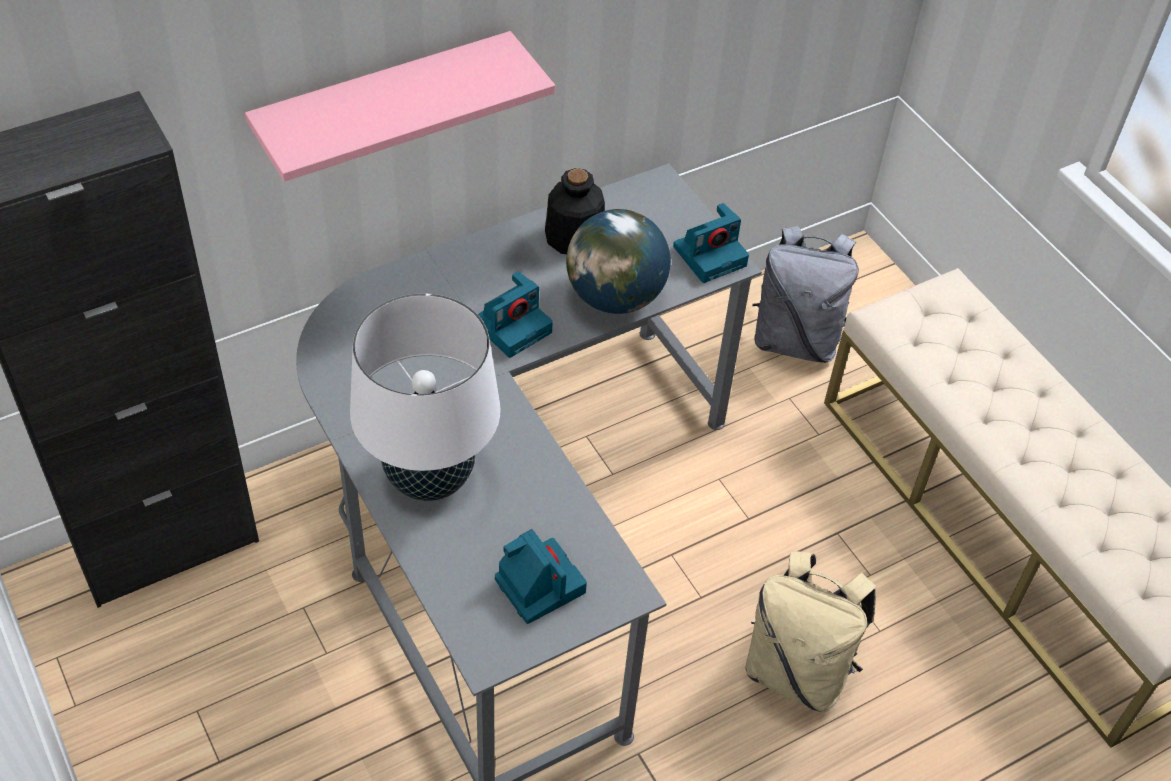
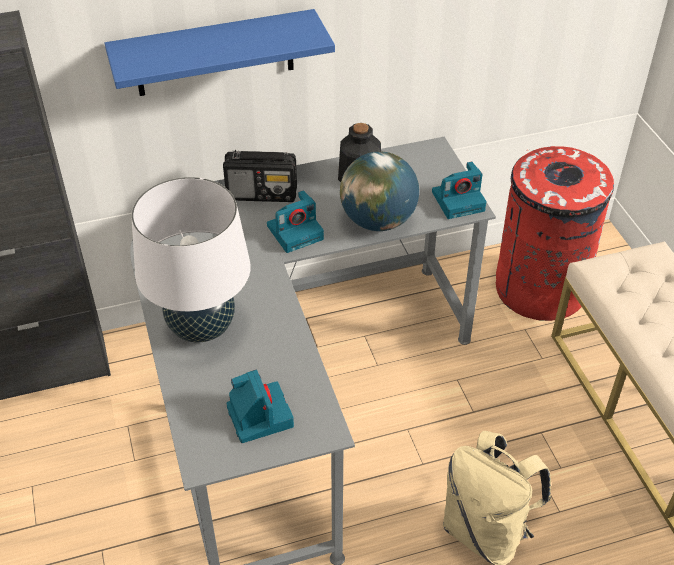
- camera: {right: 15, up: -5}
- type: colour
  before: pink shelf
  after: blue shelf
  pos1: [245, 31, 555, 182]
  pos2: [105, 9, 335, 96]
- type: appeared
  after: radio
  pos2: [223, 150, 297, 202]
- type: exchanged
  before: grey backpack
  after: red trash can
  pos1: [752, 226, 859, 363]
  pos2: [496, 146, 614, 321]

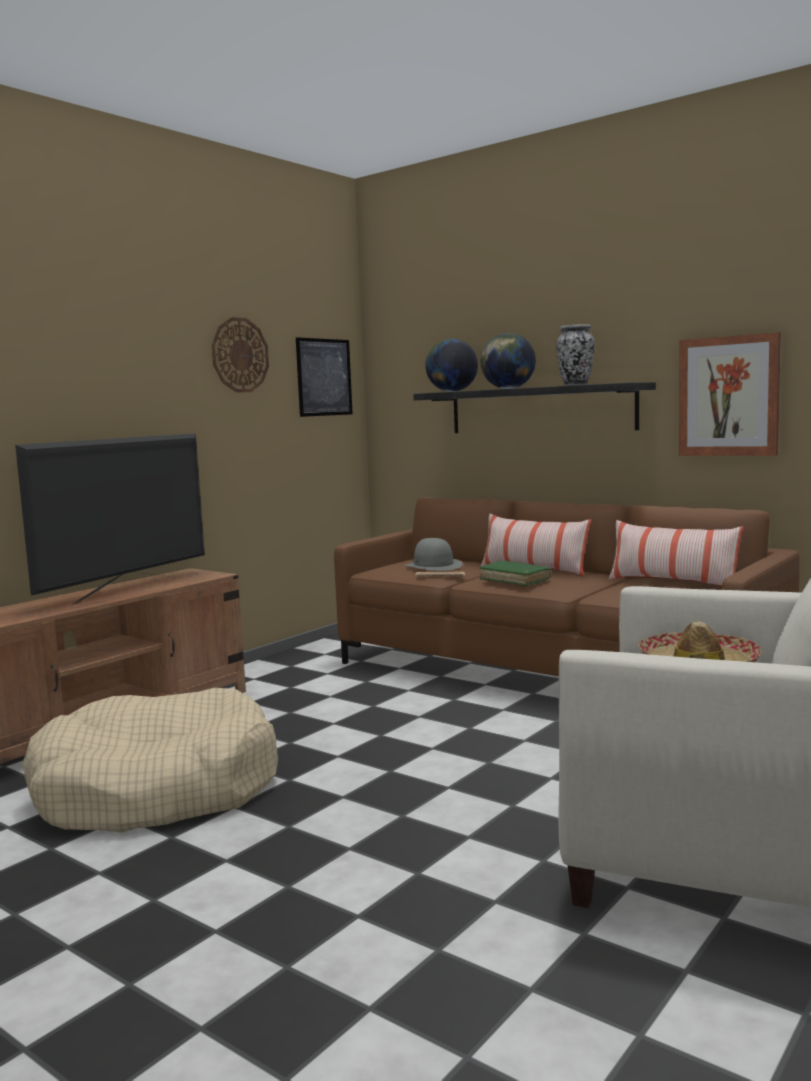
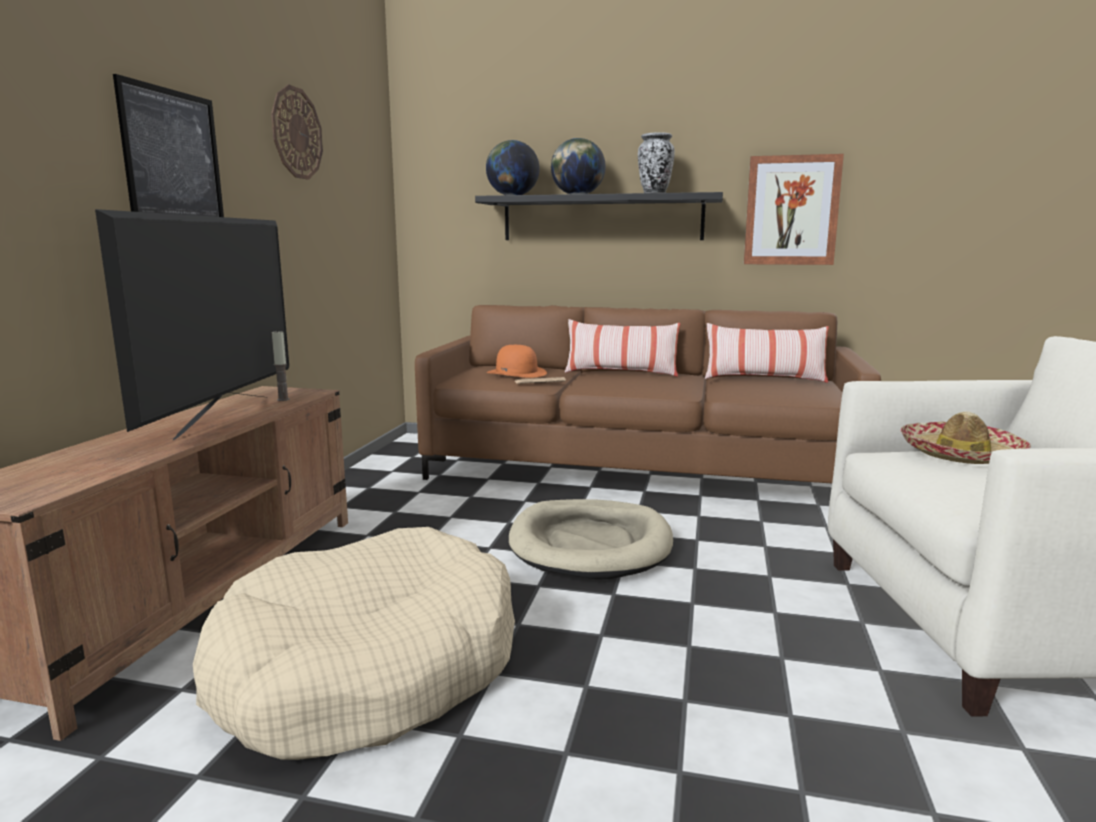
- camera: {right: -25, up: 5}
- type: relocated
  before: picture
  pos1: [296, 337, 353, 417]
  pos2: [113, 74, 224, 217]
- type: appeared
  after: candle
  pos2: [272, 331, 290, 401]
- type: colour
  before: grey hat
  after: orange hat
  pos1: [406, 538, 463, 571]
  pos2: [487, 345, 547, 378]
- type: appeared
  after: beige dog bed
  pos2: [509, 499, 673, 580]
- type: missing
  before: green book
  pos1: [480, 560, 552, 586]

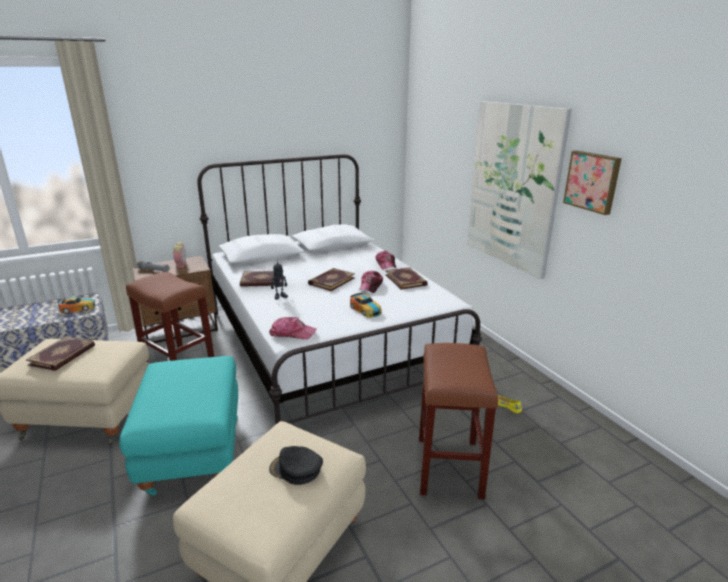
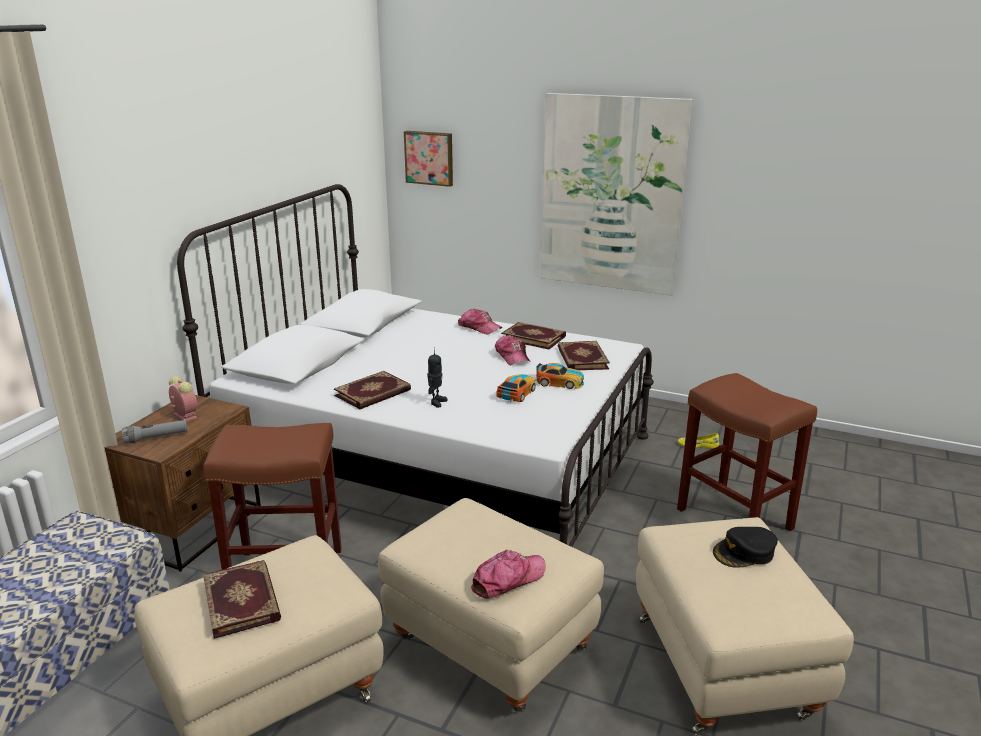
- camera: {right: -40, up: 0}
- type: colour
  before: turquoise ottoman
  after: beige ottoman
  pos1: [119, 356, 238, 496]
  pos2: [378, 498, 604, 711]
- type: relocated
  before: picture
  pos1: [563, 150, 622, 215]
  pos2: [404, 131, 453, 187]
- type: relocated
  before: cap
  pos1: [269, 317, 316, 339]
  pos2: [471, 550, 546, 598]
- type: relocated
  before: toy car
  pos1: [57, 296, 96, 314]
  pos2: [496, 374, 536, 402]
- type: relocated
  before: book
  pos1: [308, 268, 355, 291]
  pos2: [558, 341, 610, 370]

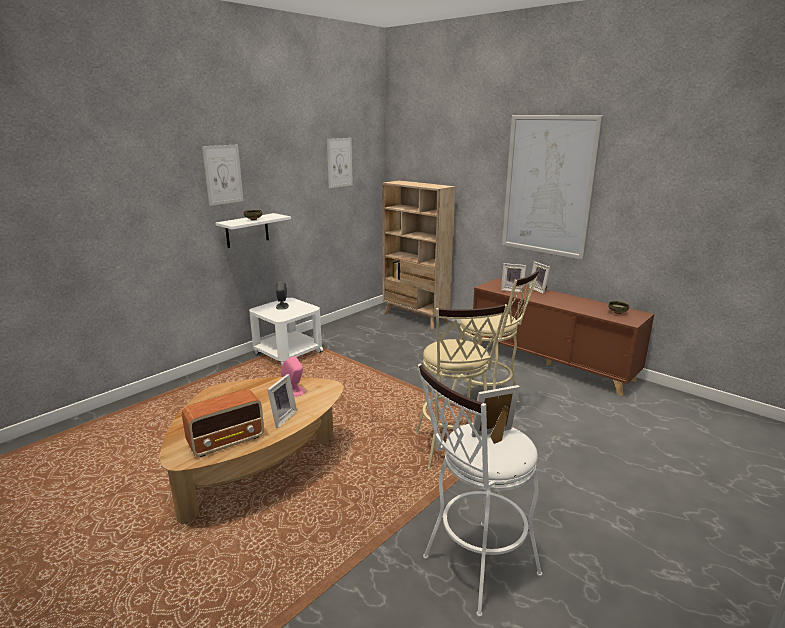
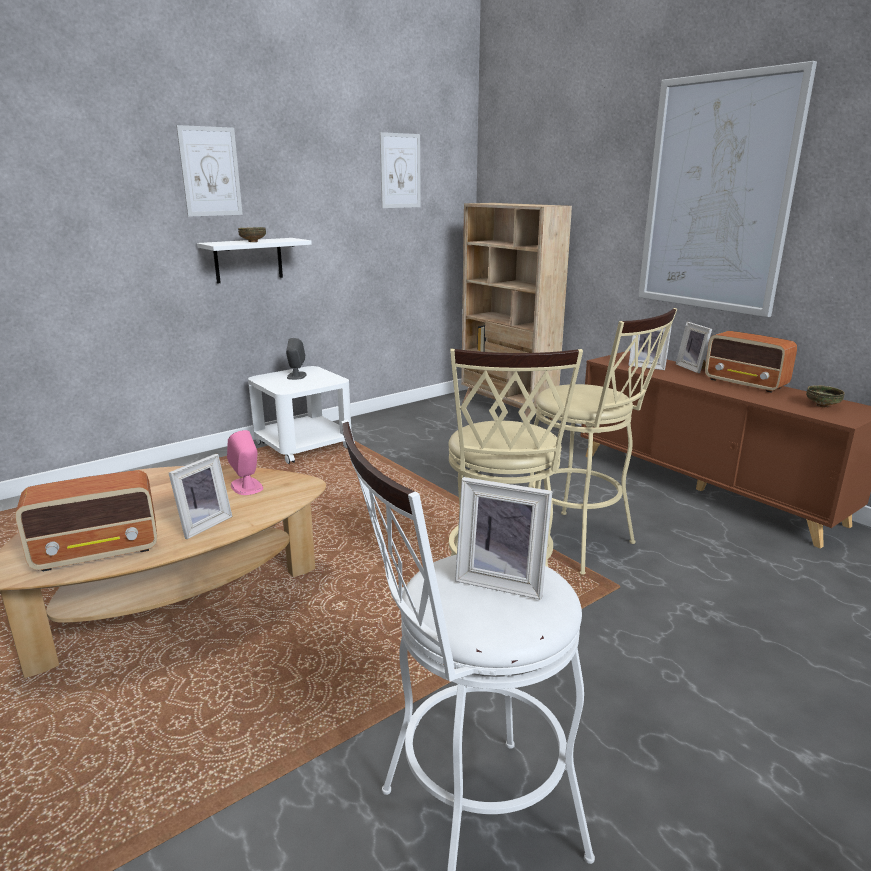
- camera: {right: 10, up: 0}
- type: spun
  before: picture frame
  pos1: [472, 385, 520, 444]
  pos2: [455, 477, 552, 600]
  turn: -150
- type: appeared
  after: radio
  pos2: [705, 331, 797, 393]

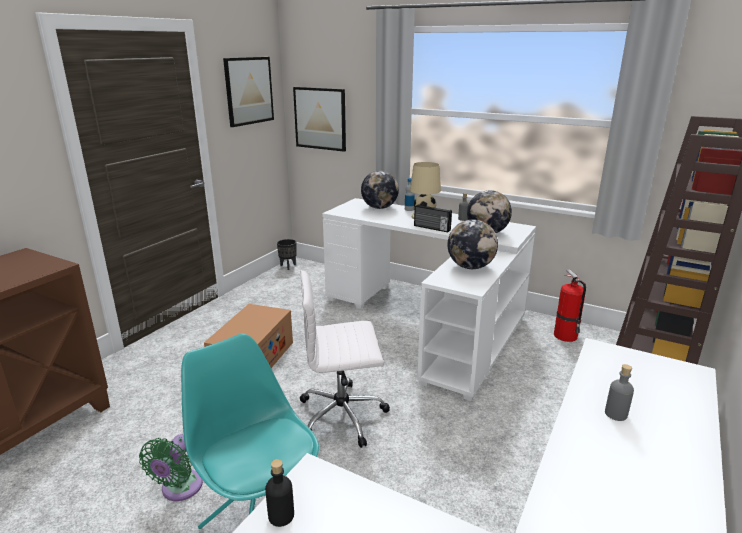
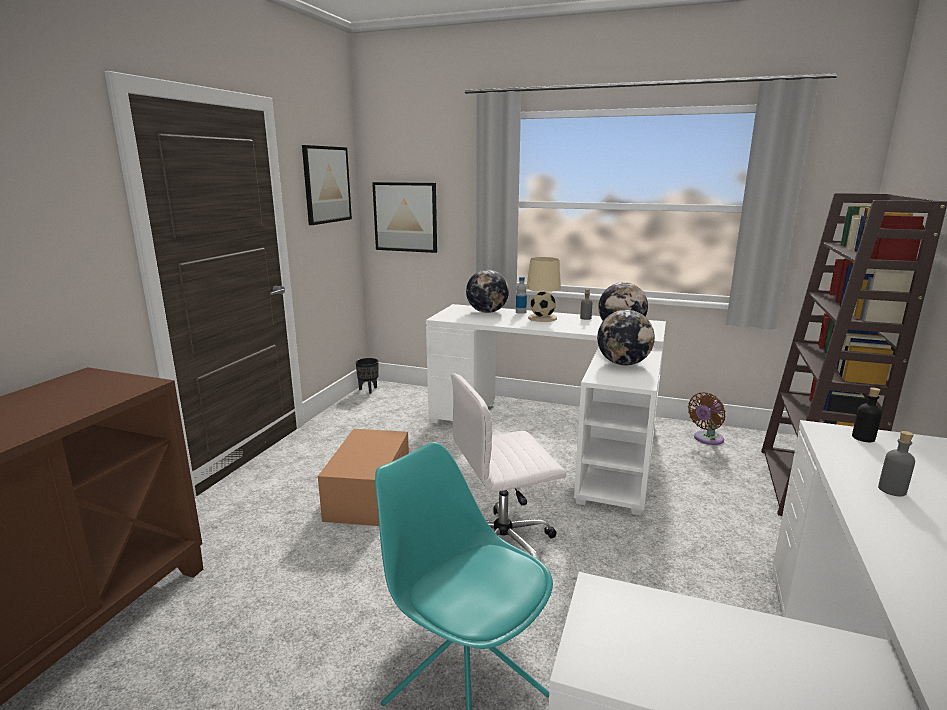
- camera: {right: -10, up: -5}
- type: exchanged
  before: fire extinguisher
  after: brown fan
  pos1: [554, 269, 586, 342]
  pos2: [688, 392, 726, 445]
- type: relocated
  before: black bottle
  pos1: [265, 459, 294, 527]
  pos2: [852, 387, 882, 442]
- type: missing
  before: green fan
  pos1: [139, 434, 203, 501]
- type: missing
  before: radio
  pos1: [414, 204, 452, 232]

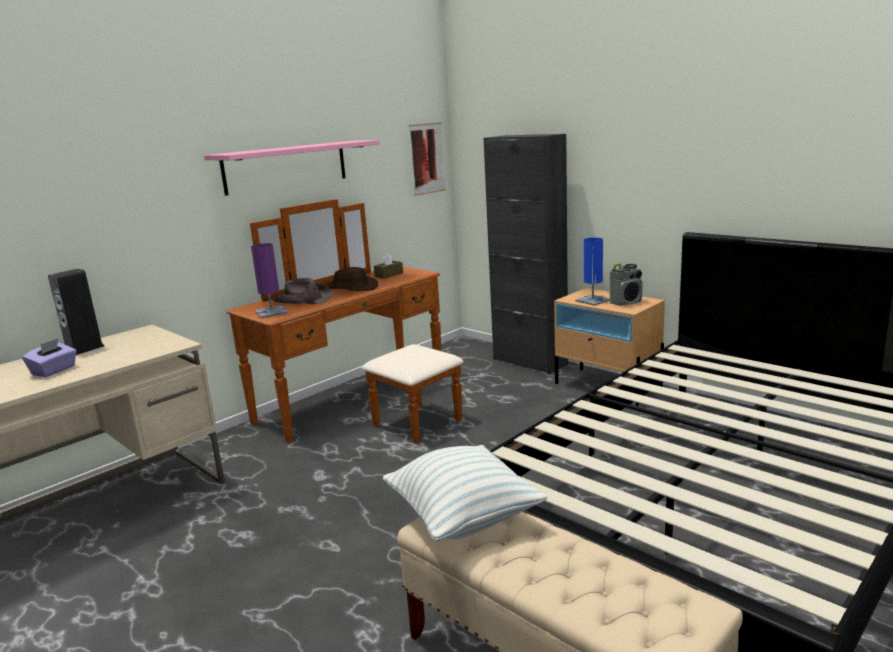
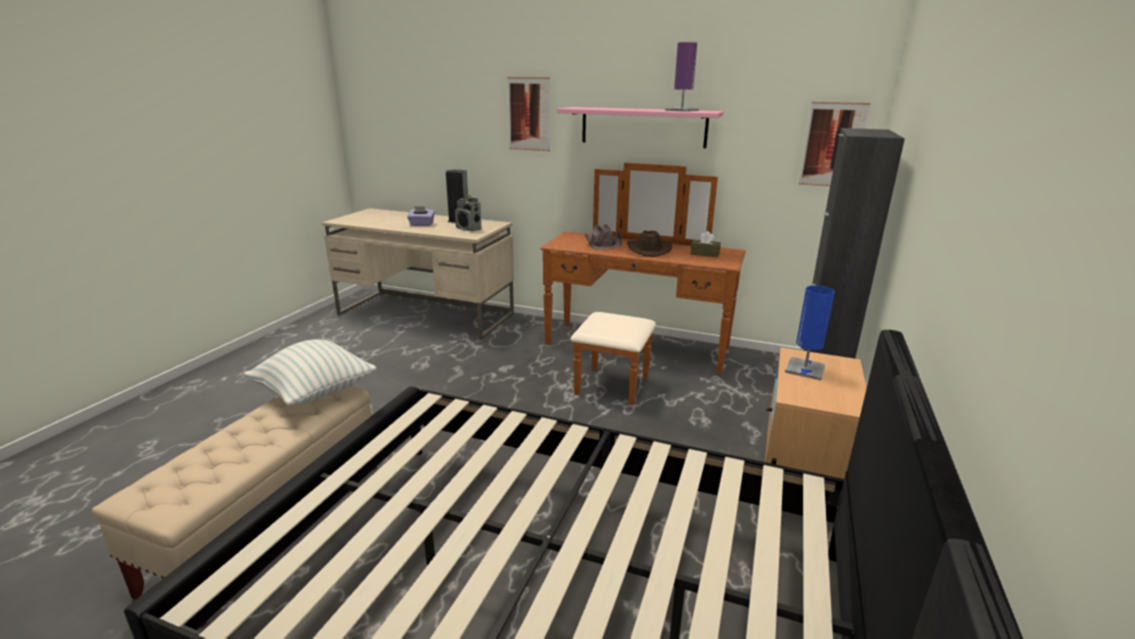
- camera: {right: 65, up: 5}
- type: relocated
  before: radio
  pos1: [610, 263, 643, 306]
  pos2: [455, 195, 482, 231]
- type: appeared
  after: picture
  pos2: [507, 77, 550, 151]
- type: relocated
  before: purple table lamp
  pos1: [251, 243, 288, 318]
  pos2: [665, 42, 699, 112]

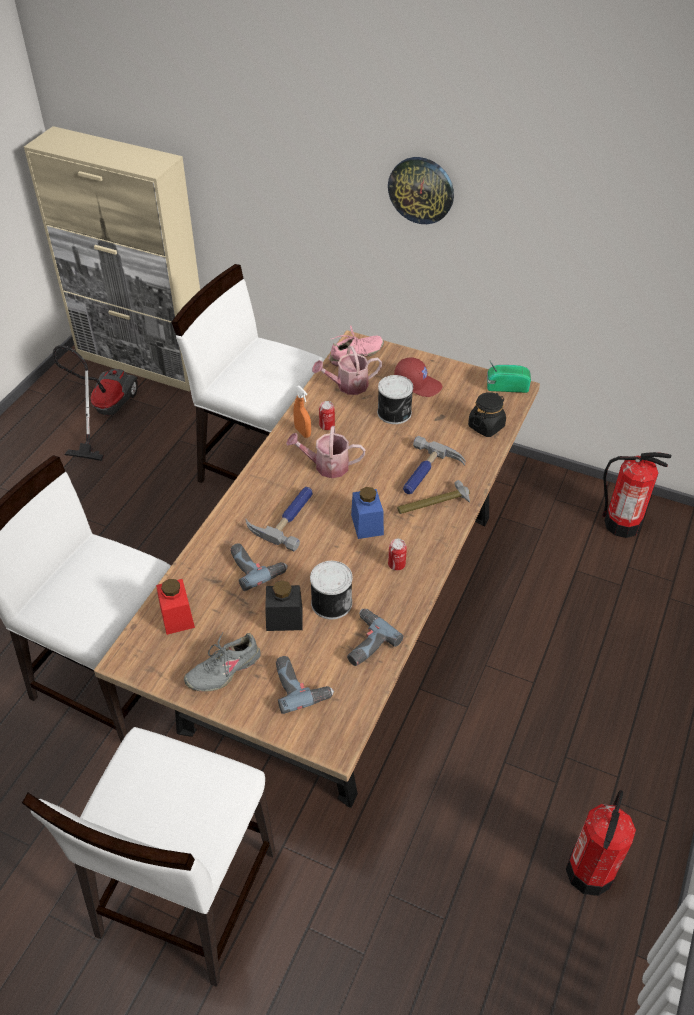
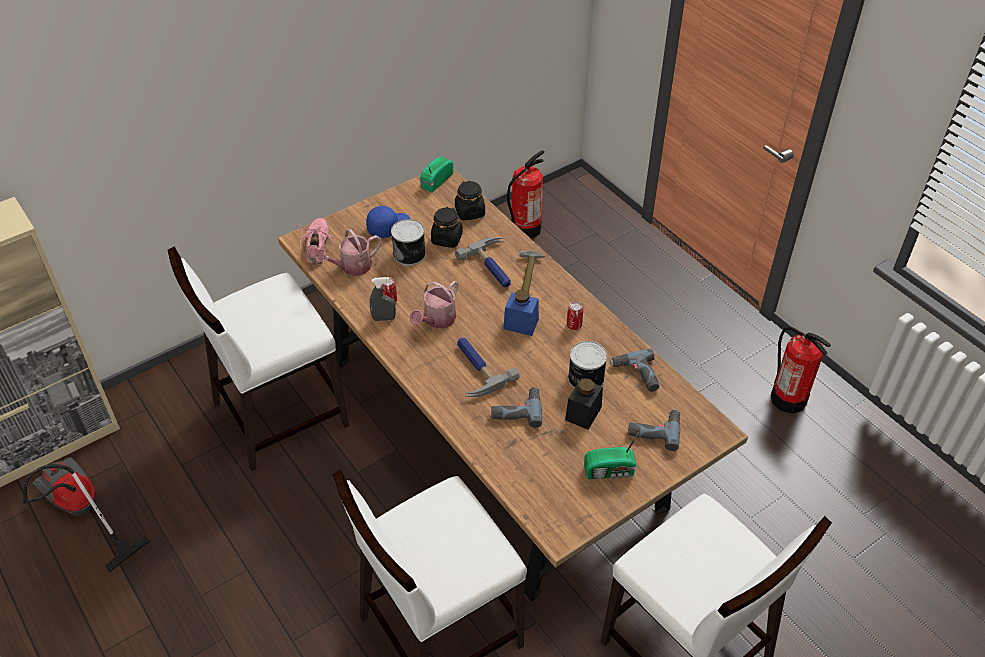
- camera: {right: -60, up: 0}
- type: spun
  before: watering can
  pos1: [312, 346, 382, 395]
  pos2: [315, 229, 381, 276]
  turn: 45
- type: colour
  before: red cap
  after: blue cap
  pos1: [394, 358, 442, 397]
  pos2: [366, 206, 410, 238]
- type: colour
  before: orange spray bottle
  after: grey spray bottle
  pos1: [294, 385, 311, 438]
  pos2: [370, 277, 396, 321]
- type: appeared
  after: black jar
  pos2: [431, 207, 463, 248]
- type: exchanged
  before: grey shoe
  after: radio
  pos1: [184, 633, 260, 692]
  pos2: [584, 431, 640, 479]
- type: missing
  before: red jar
  pos1: [156, 579, 195, 635]
- type: missing
  before: wall clock
  pos1: [388, 157, 454, 224]

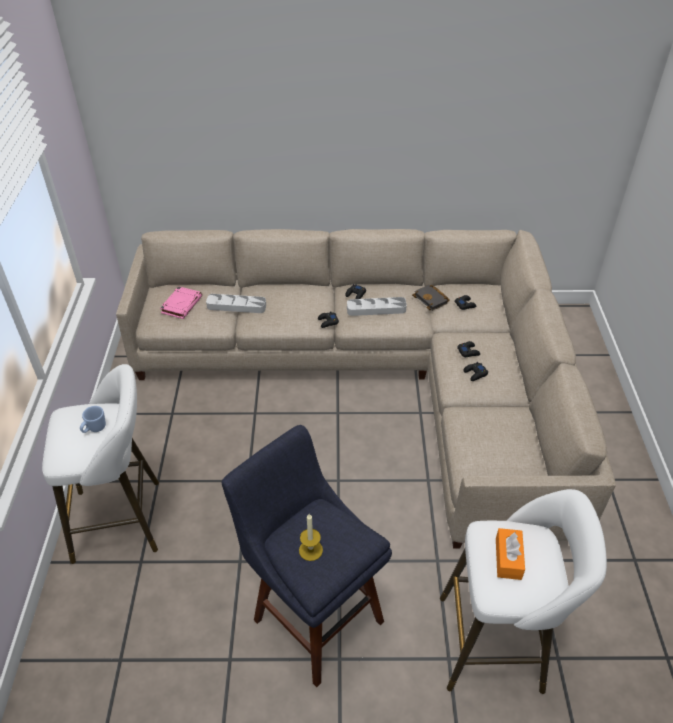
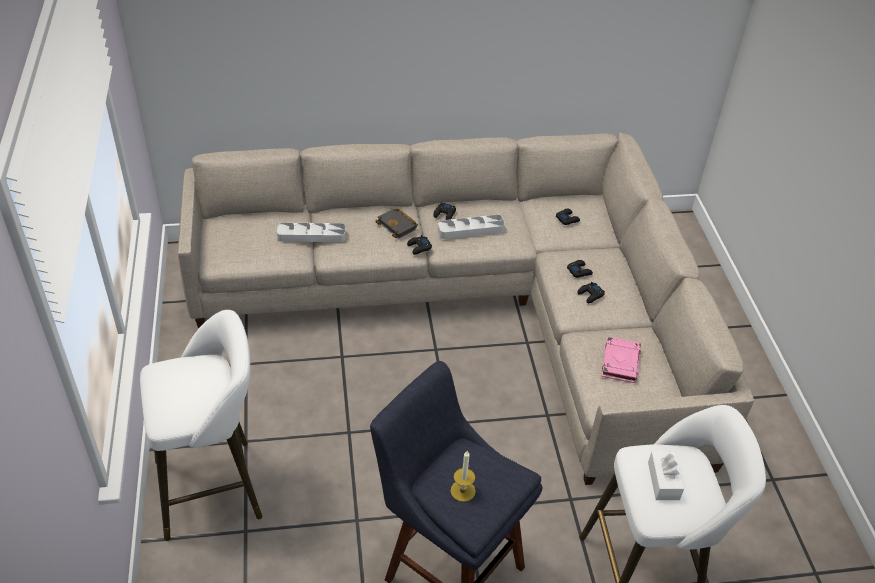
- camera: {right: -10, up: 0}
- type: relocated
  before: black book
  pos1: [412, 285, 450, 311]
  pos2: [375, 209, 418, 238]
- type: relocated
  before: pink book
  pos1: [160, 286, 202, 319]
  pos2: [601, 337, 641, 383]
- type: colour
  before: orange tissue box
  after: white tissue box
  pos1: [496, 528, 525, 580]
  pos2: [648, 451, 684, 500]
- type: missing
  before: blue mug
  pos1: [80, 406, 106, 433]

